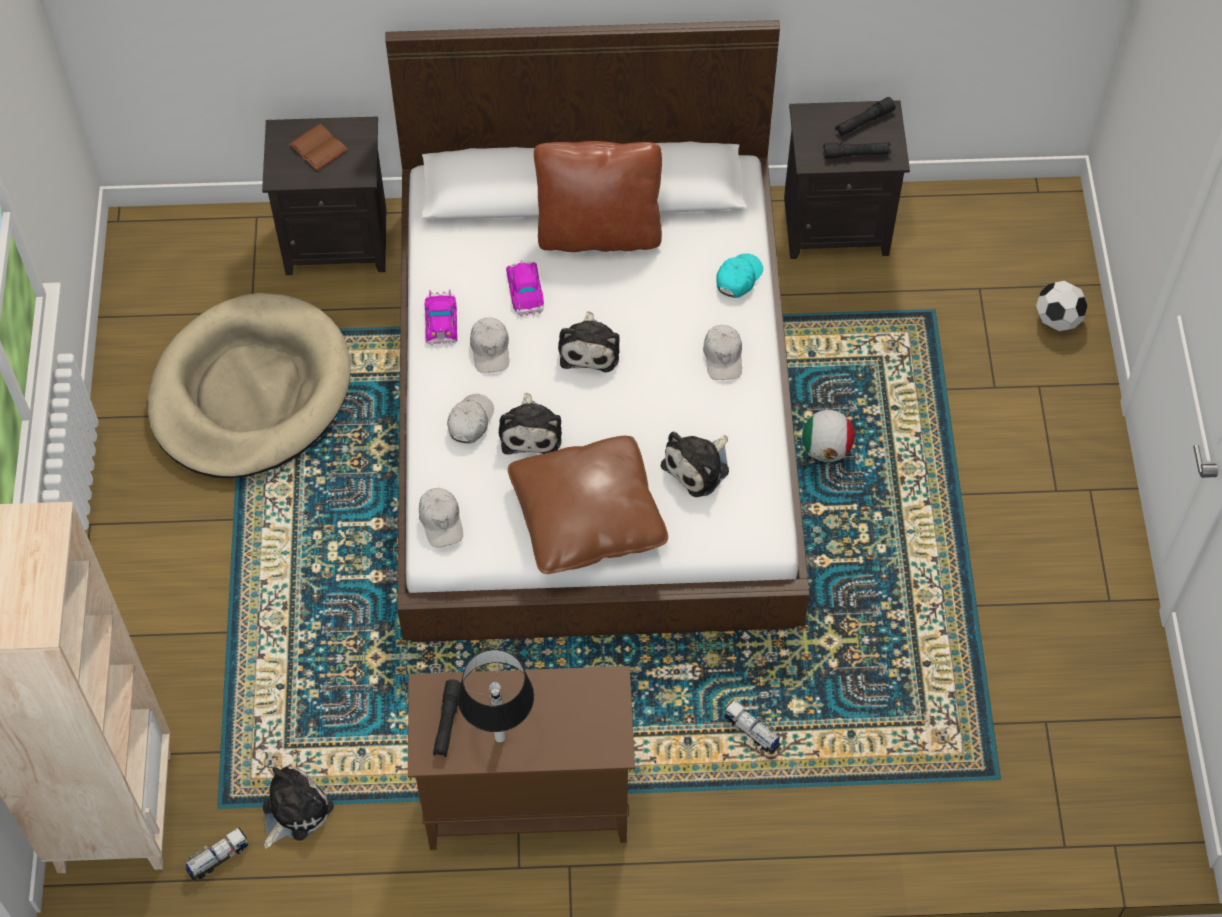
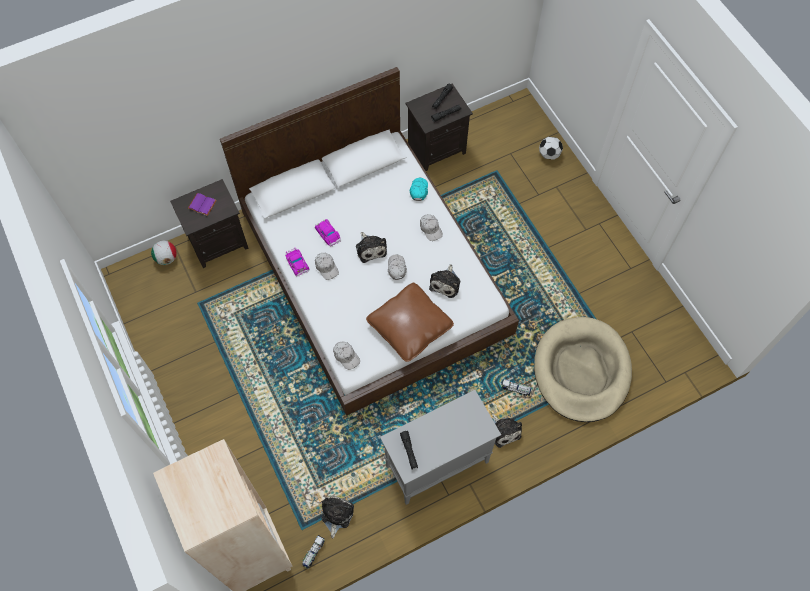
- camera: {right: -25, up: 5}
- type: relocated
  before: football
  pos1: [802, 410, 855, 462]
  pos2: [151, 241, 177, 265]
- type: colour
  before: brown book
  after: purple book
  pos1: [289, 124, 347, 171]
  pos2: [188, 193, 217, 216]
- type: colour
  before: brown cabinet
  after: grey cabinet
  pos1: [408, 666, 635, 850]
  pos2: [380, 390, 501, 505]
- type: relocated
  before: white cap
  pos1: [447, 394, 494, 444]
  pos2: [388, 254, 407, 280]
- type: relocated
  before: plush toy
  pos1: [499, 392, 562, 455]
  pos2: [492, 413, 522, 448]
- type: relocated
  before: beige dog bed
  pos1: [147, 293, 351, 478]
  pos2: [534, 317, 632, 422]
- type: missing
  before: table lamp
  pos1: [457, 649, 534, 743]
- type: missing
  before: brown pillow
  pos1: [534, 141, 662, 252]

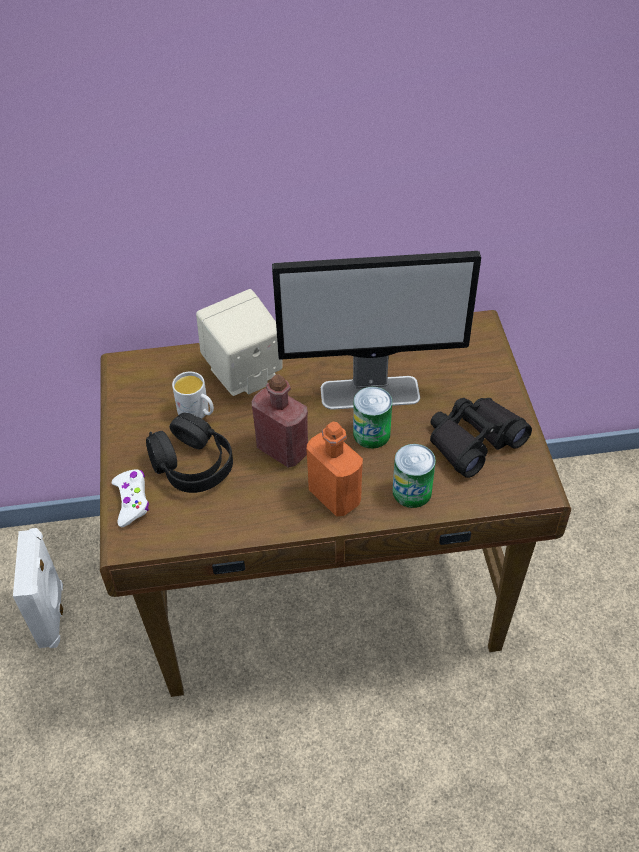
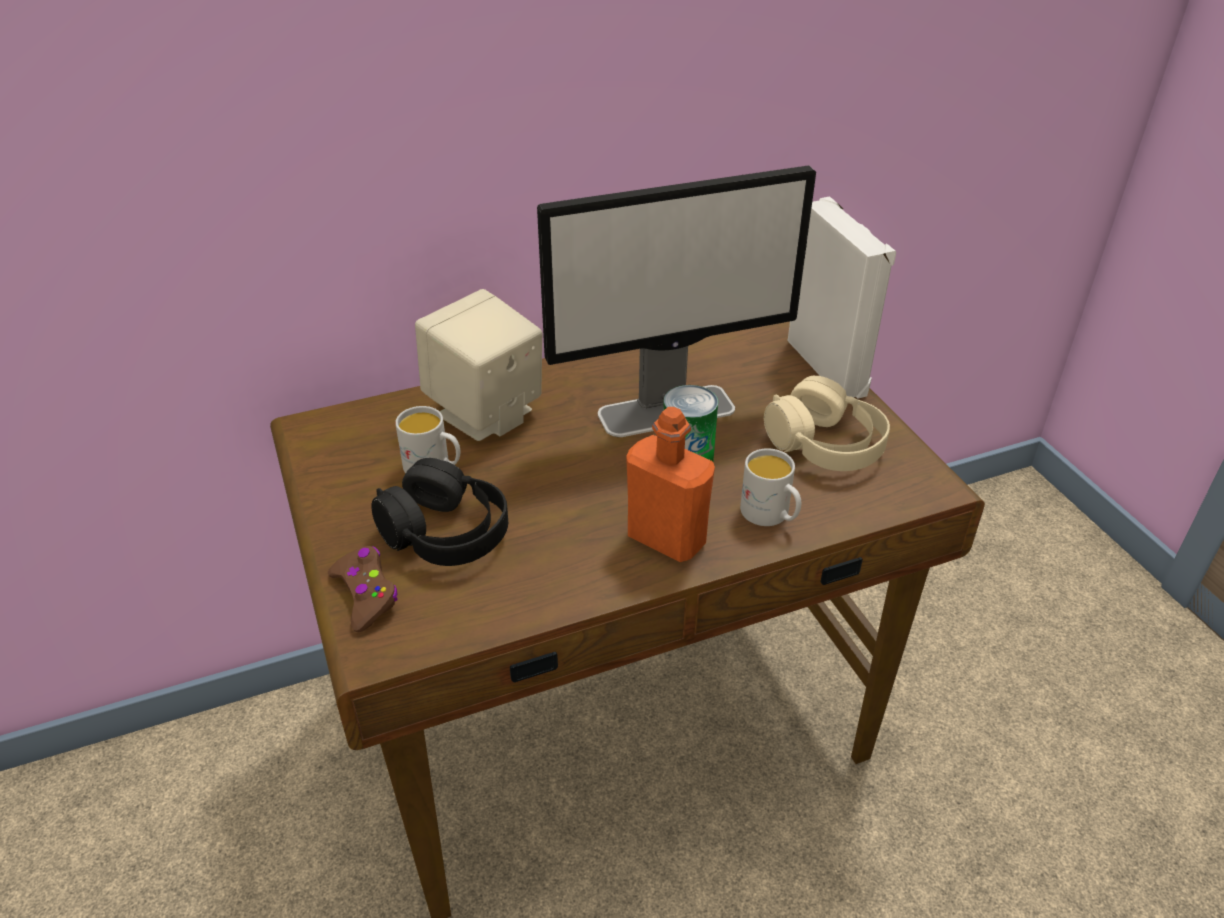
- camera: {right: -15, up: -10}
- type: colour
  before: white game controller
  after: brown game controller
  pos1: [112, 469, 149, 527]
  pos2: [328, 546, 398, 632]
- type: exchanged
  before: can
  after: white mug
  pos1: [393, 444, 436, 508]
  pos2: [740, 448, 801, 526]
- type: exchanged
  before: black binoculars
  after: beige headphones
  pos1: [430, 398, 532, 478]
  pos2: [764, 376, 890, 471]
- type: relocated
  before: white speaker
  pos1: [13, 528, 63, 648]
  pos2: [788, 196, 896, 399]
- type: missing
  before: red bottle
  pos1: [252, 374, 308, 468]

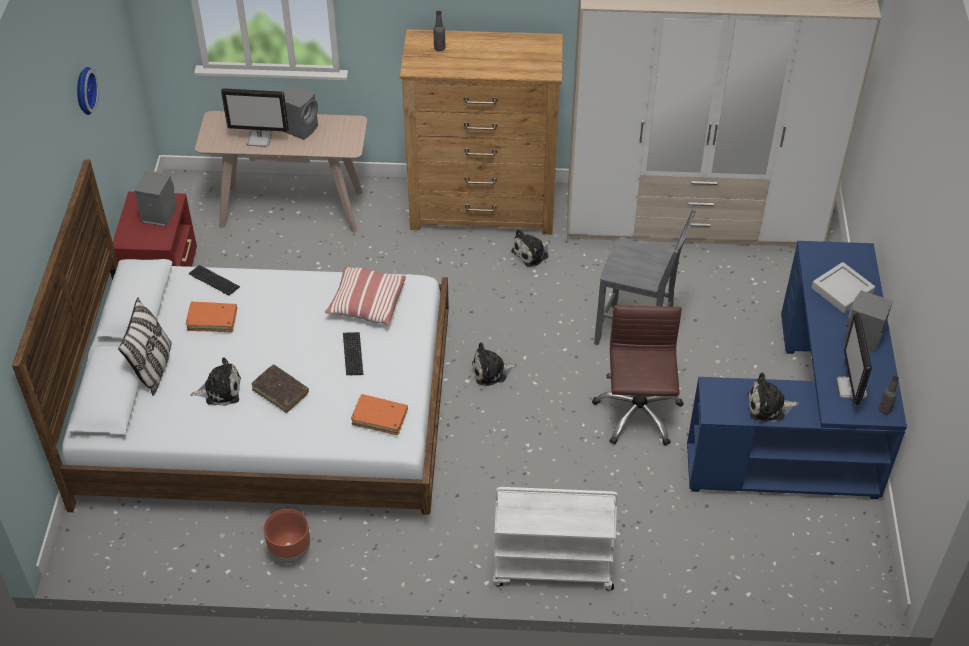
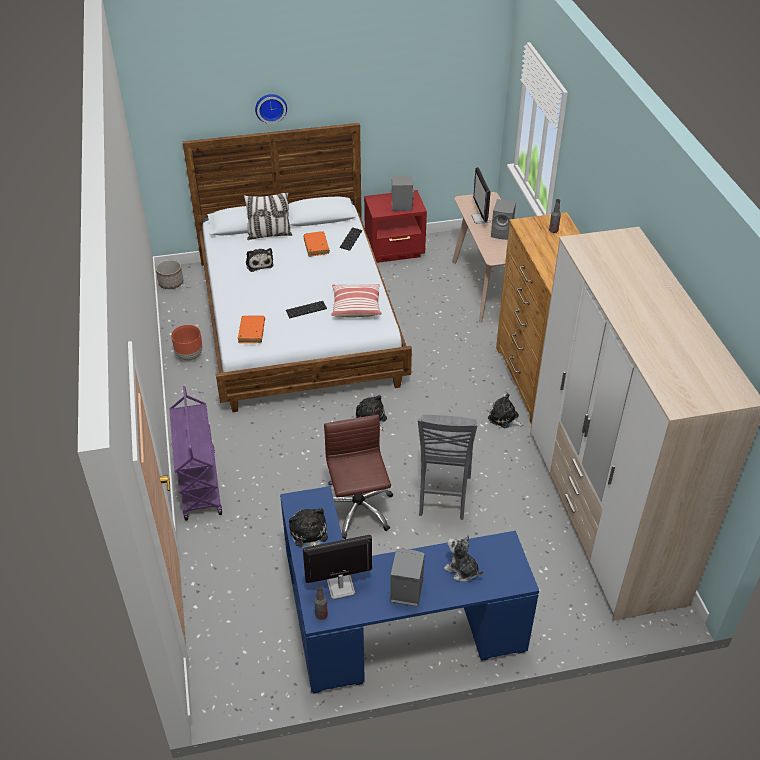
- camera: {right: 75, up: -5}
- type: appeared
  after: planter
  pos2: [156, 260, 183, 289]
- type: colour
  before: white cart
  after: purple cart
  pos1: [493, 487, 618, 591]
  pos2: [169, 386, 222, 521]
- type: relocated
  before: wall clock
  pos1: [77, 67, 99, 115]
  pos2: [255, 94, 287, 124]
- type: spun
  before: brown office chair
  pos1: [592, 305, 684, 446]
  pos2: [324, 415, 393, 539]
  turn: -90
- type: exchanged
  before: grey tray
  after: plush toy
  pos1: [812, 262, 875, 313]
  pos2: [444, 535, 484, 582]
- type: missing
  before: brown book
  pos1: [252, 365, 309, 413]

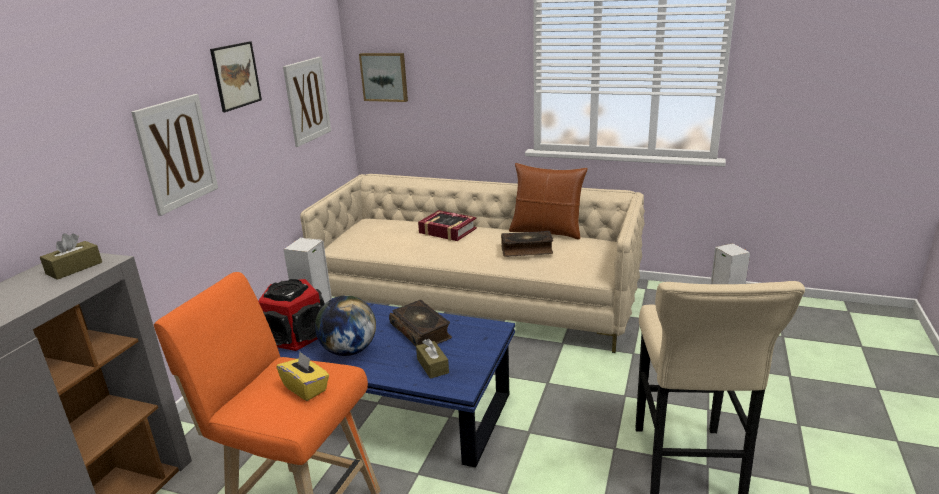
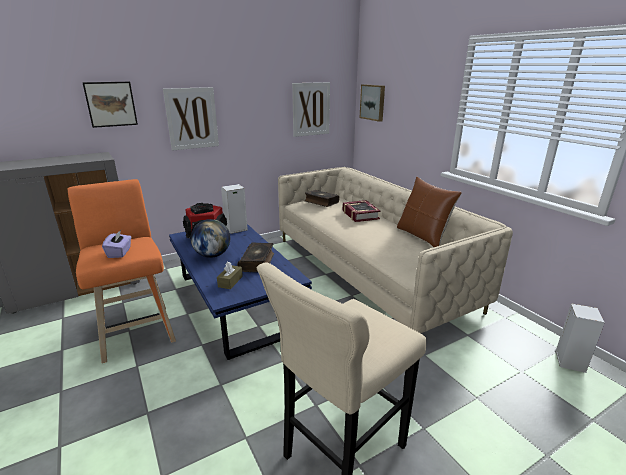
- camera: {right: 40, up: 0}
- type: relocated
  before: picture
  pos1: [210, 41, 262, 112]
  pos2: [82, 82, 138, 128]
- type: colour
  before: yellow tissue box
  after: purple tissue box
  pos1: [276, 352, 329, 401]
  pos2: [102, 230, 131, 258]
- type: relocated
  before: book
  pos1: [501, 231, 553, 257]
  pos2: [305, 190, 339, 207]
- type: missing
  before: brown tissue box
  pos1: [40, 233, 102, 280]

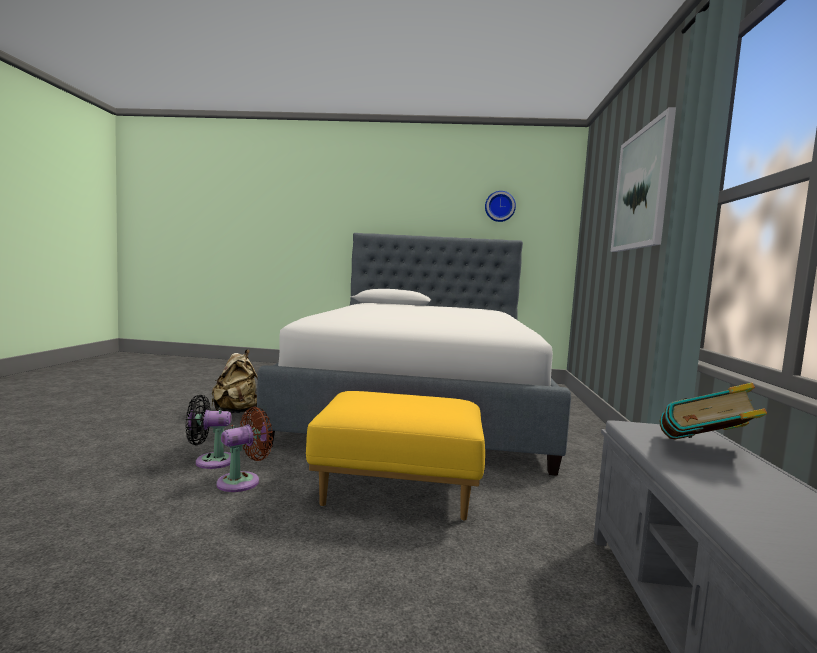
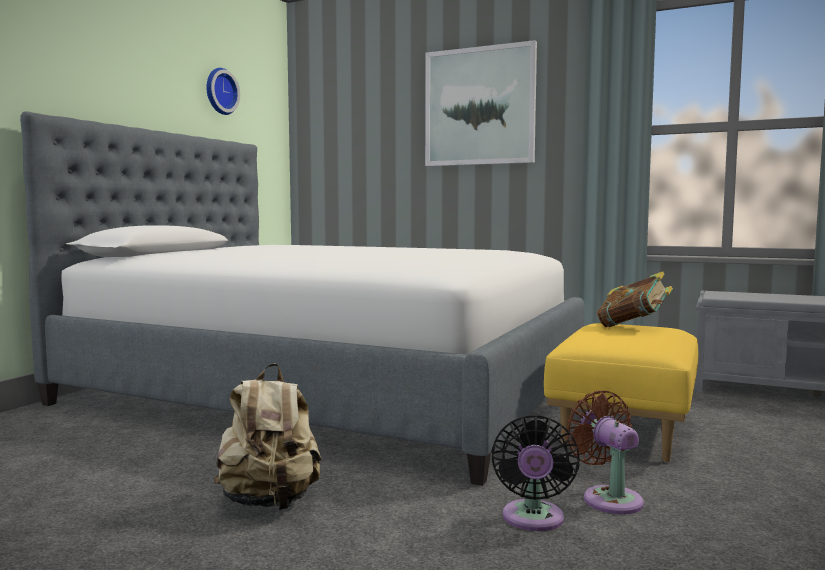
- camera: {right: -70, up: 0}
- type: relocated
  before: book
  pos1: [660, 383, 767, 439]
  pos2: [597, 271, 673, 327]

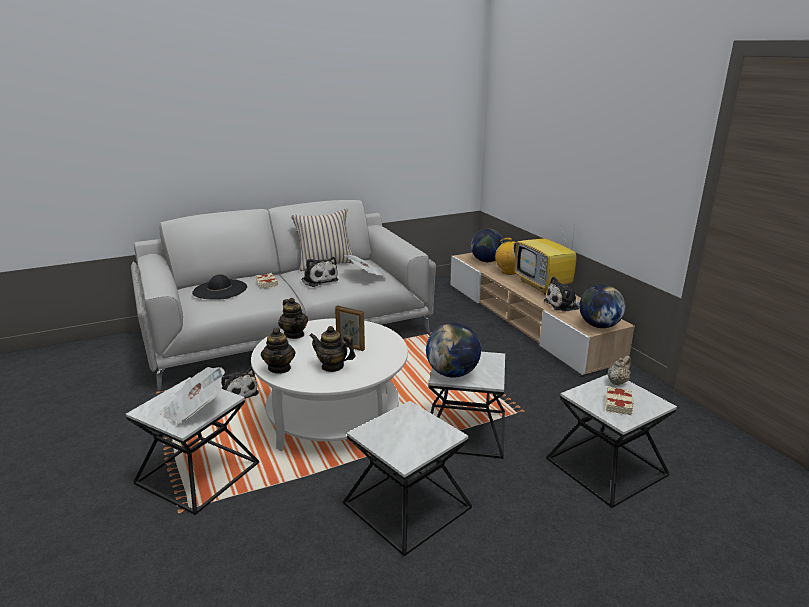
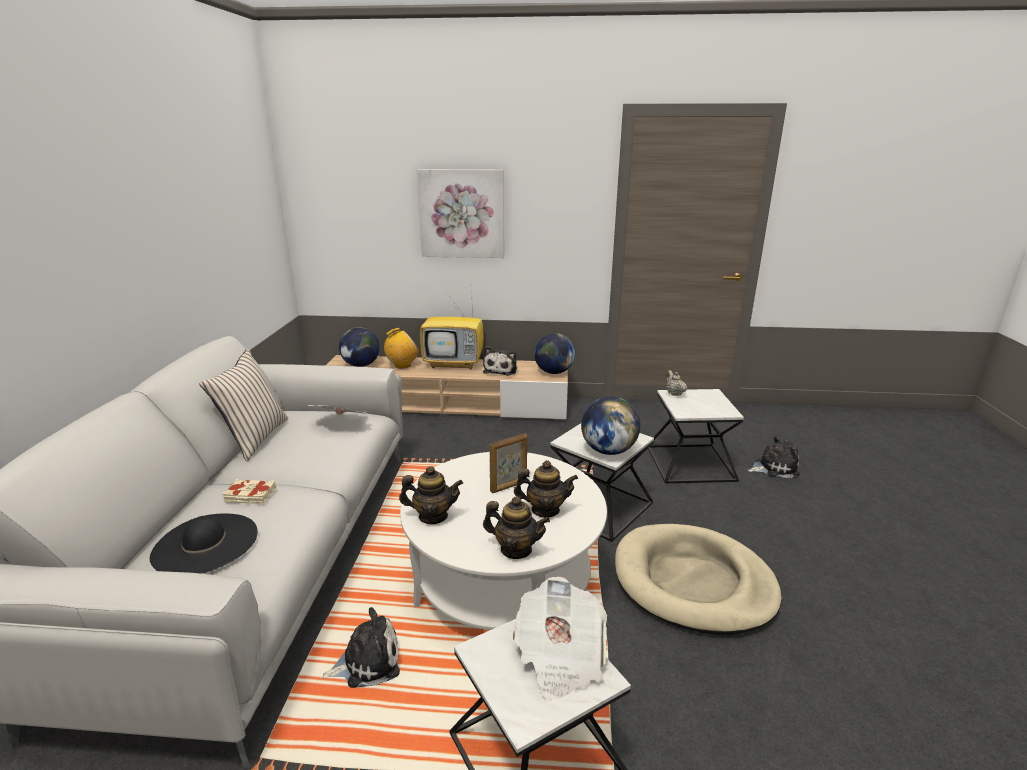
- camera: {right: -60, up: 0}
- type: appeared
  after: picture
  pos2: [417, 169, 504, 258]
- type: spun
  before: teapot
  pos1: [309, 326, 356, 372]
  pos2: [514, 460, 578, 518]
  turn: -135
- type: exchanged
  before: side table
  after: beige dog bed
  pos1: [343, 401, 472, 556]
  pos2: [615, 524, 781, 635]
- type: relocated
  before: plush toy
  pos1: [301, 257, 338, 287]
  pos2: [748, 435, 800, 478]
- type: missing
  before: beige book
  pos1: [606, 386, 634, 415]

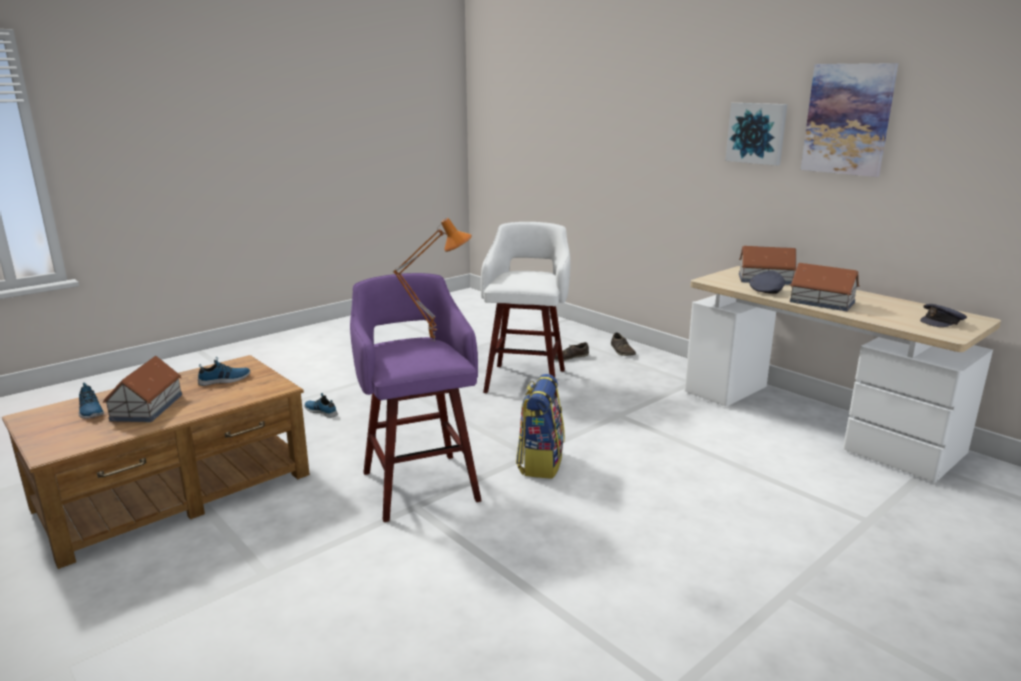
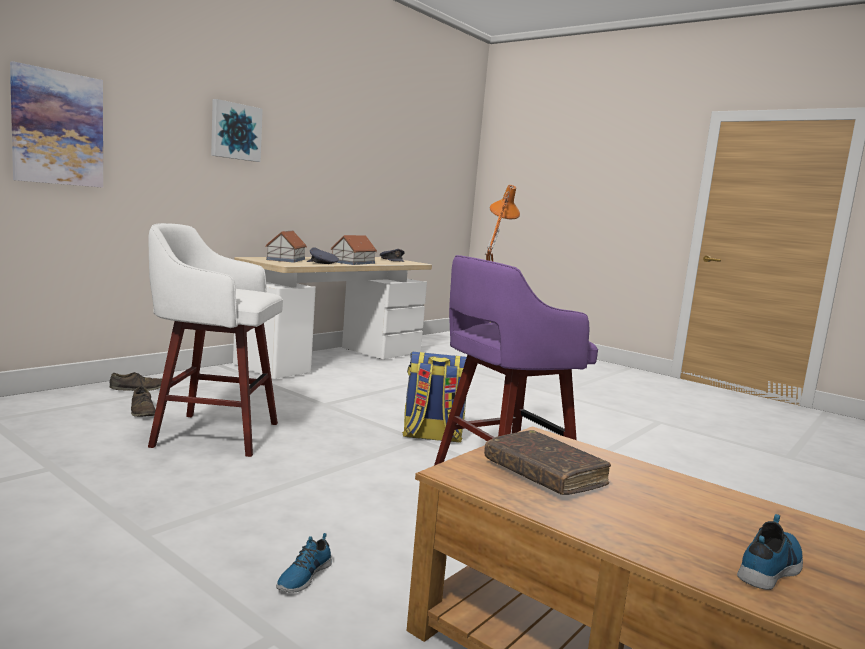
- camera: {right: -100, up: -10}
- type: relocated
  before: picture
  pos1: [801, 63, 899, 177]
  pos2: [10, 61, 103, 188]
- type: exchanged
  before: shoe
  after: brown book
  pos1: [198, 357, 250, 386]
  pos2: [484, 430, 611, 495]
- type: missing
  before: toy house
  pos1: [103, 356, 182, 422]

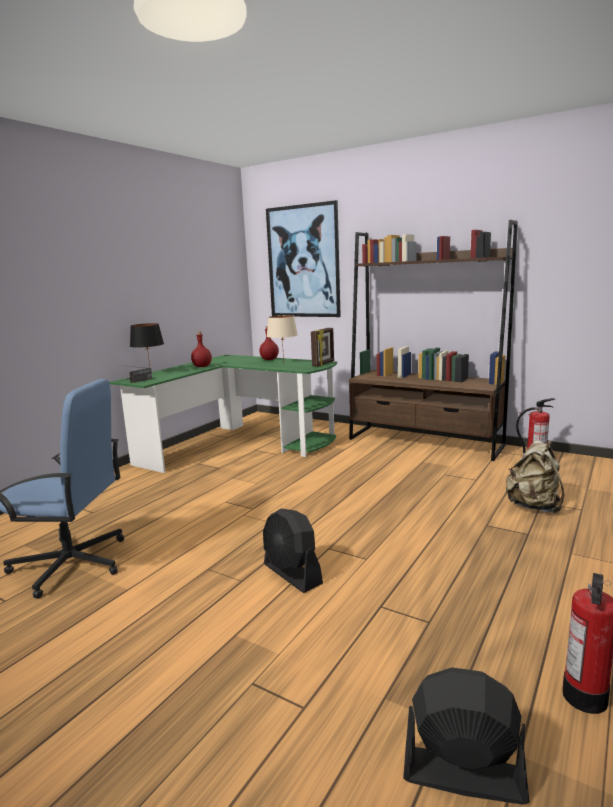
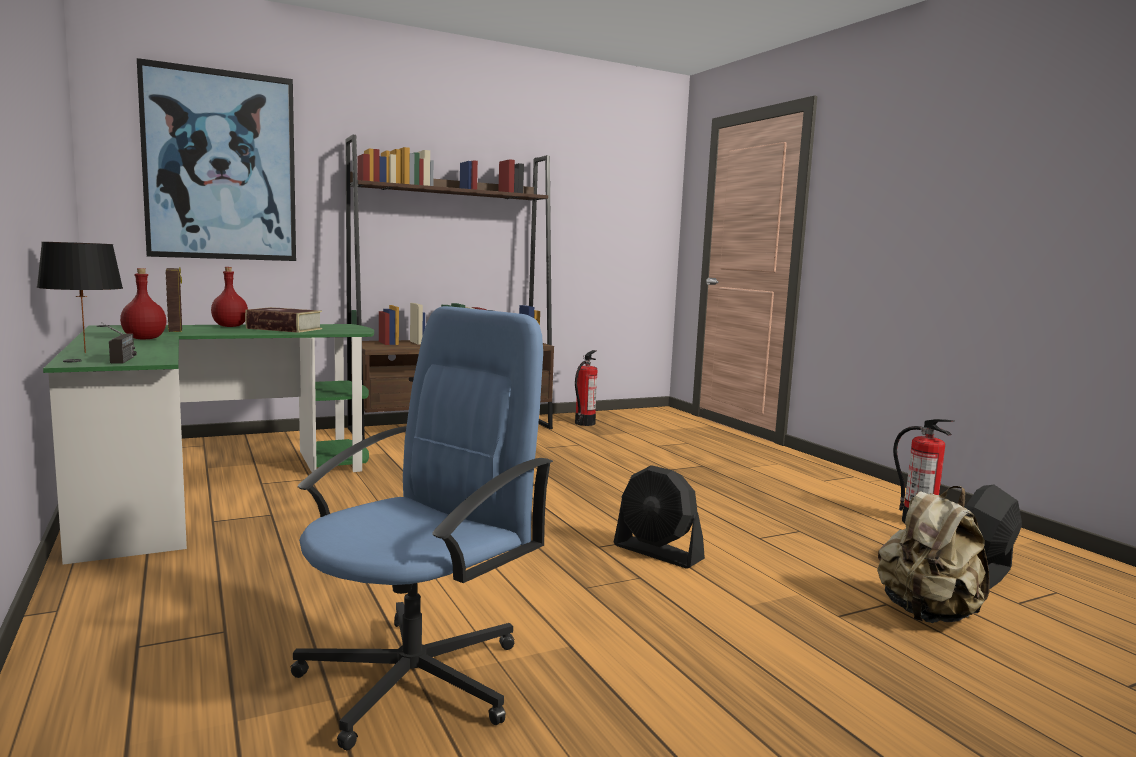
- camera: {right: -60, up: -5}
- type: relocated
  before: picture frame
  pos1: [311, 328, 334, 366]
  pos2: [165, 267, 183, 332]
- type: exchanged
  before: beige table lamp
  after: book
  pos1: [267, 315, 298, 364]
  pos2: [245, 307, 322, 333]
- type: spun
  before: black fan
  pos1: [263, 508, 323, 593]
  pos2: [613, 465, 705, 569]
  turn: 45
- type: relocated
  before: beige backpack
  pos1: [505, 440, 564, 513]
  pos2: [877, 486, 990, 623]

